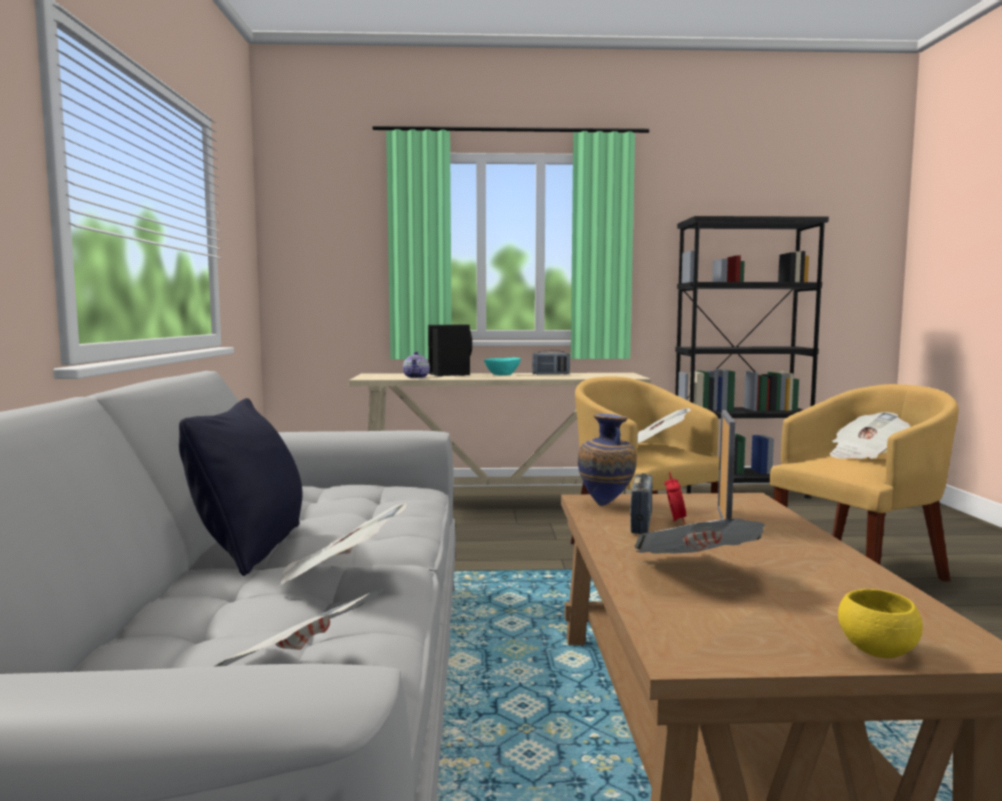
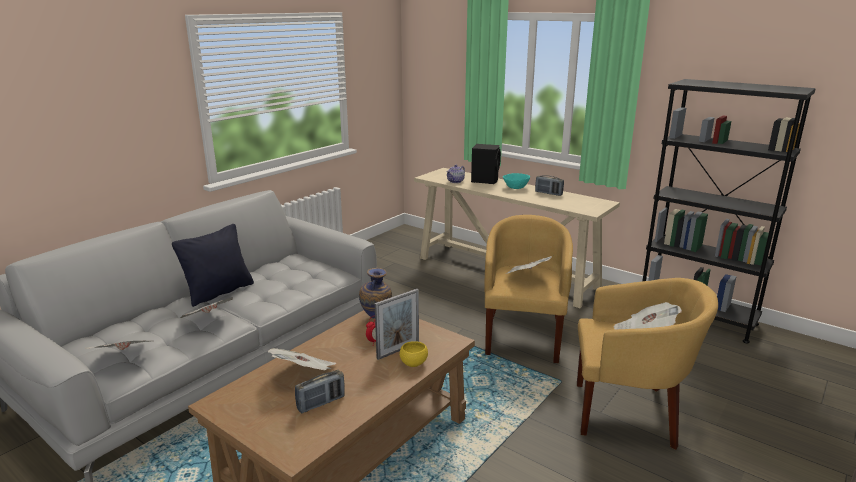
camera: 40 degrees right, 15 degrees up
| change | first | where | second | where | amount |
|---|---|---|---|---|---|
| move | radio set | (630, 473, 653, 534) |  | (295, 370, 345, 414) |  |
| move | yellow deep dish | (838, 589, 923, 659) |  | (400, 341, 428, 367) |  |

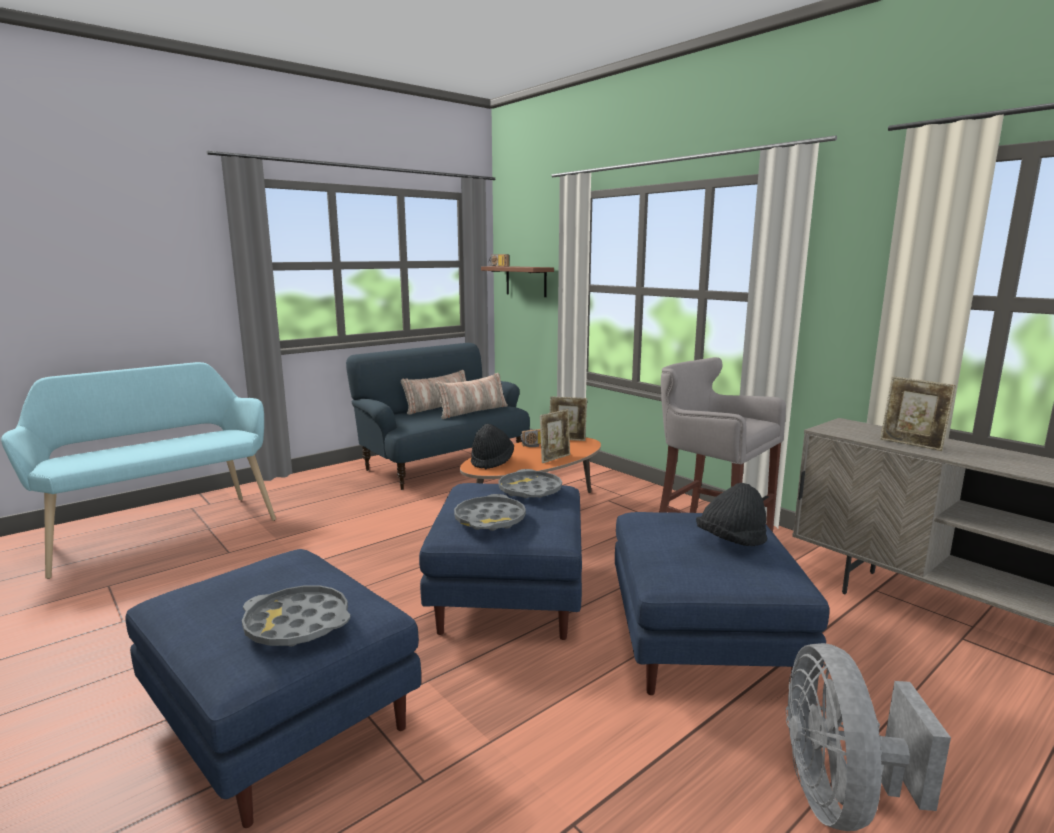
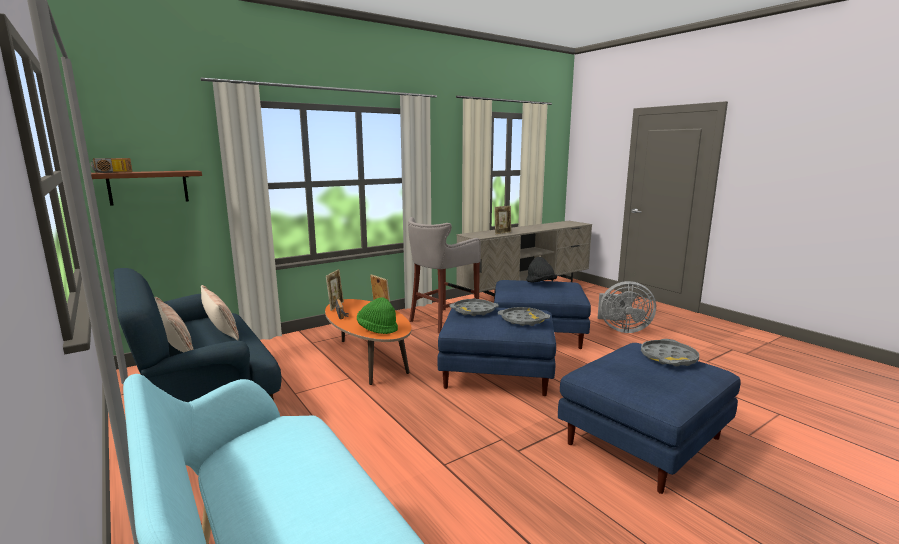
camera: 85 degrees left, 0 degrees up
| change | first | where | second | where | amount |
|---|---|---|---|---|---|
| recolor | black-coloured wearable hat | (471, 424, 514, 469) | green-coloured wearable hat | (357, 297, 398, 334) |  |

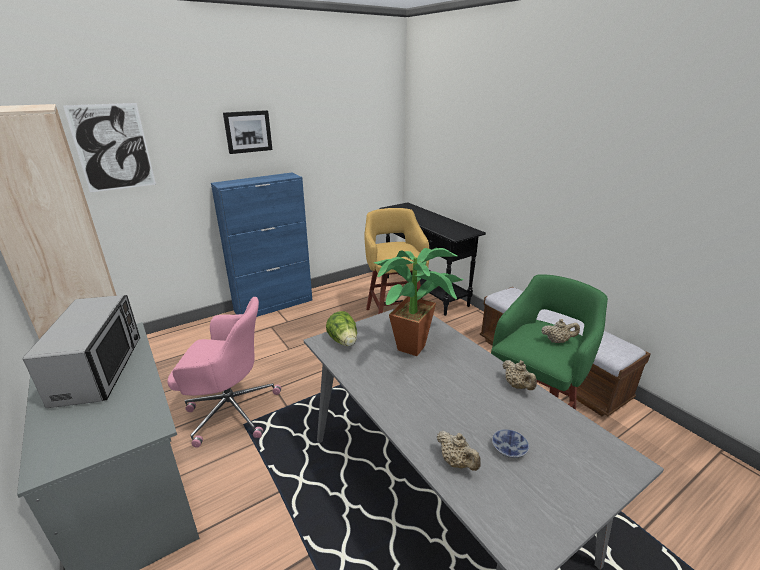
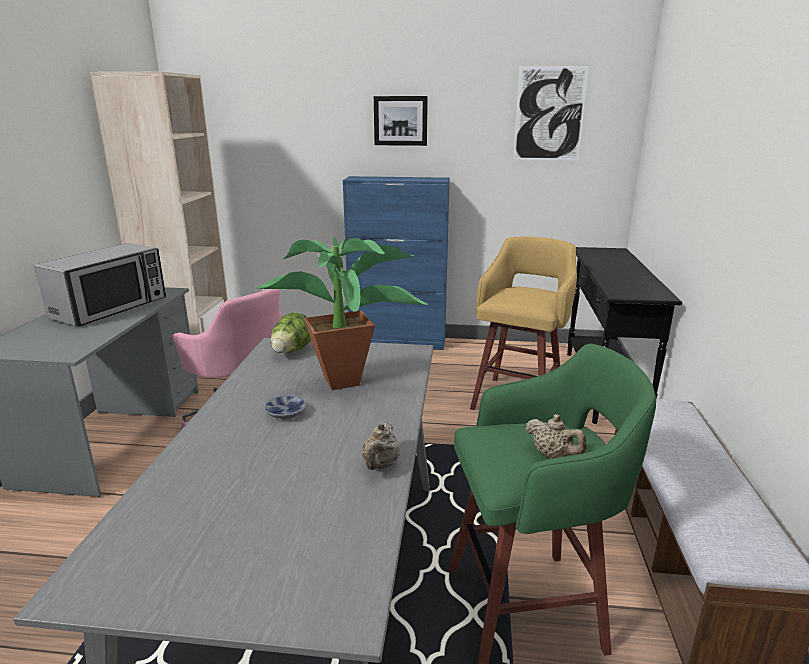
camera: 40 degrees right, 5 degrees down
| change | first | where | second | where | amount |
|---|---|---|---|---|---|
| move | picture | (63, 103, 156, 193) |  | (513, 66, 589, 160) |  |
| delete | sand-coloured pot for tea | (437, 430, 481, 471) |  |  |  |
| move | deep dish | (492, 429, 529, 458) |  | (264, 395, 306, 420) |  |

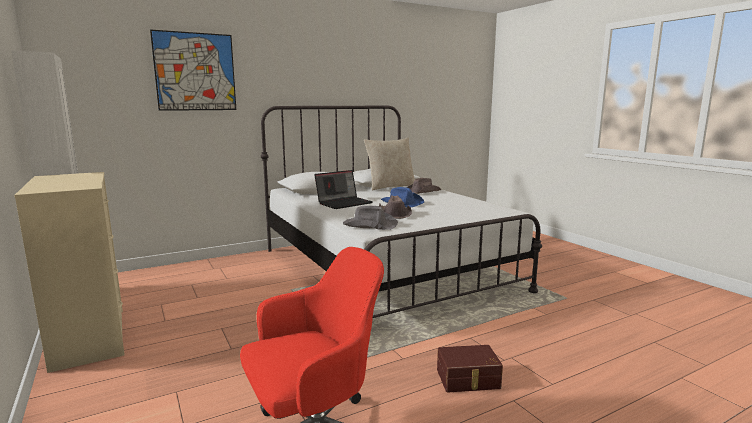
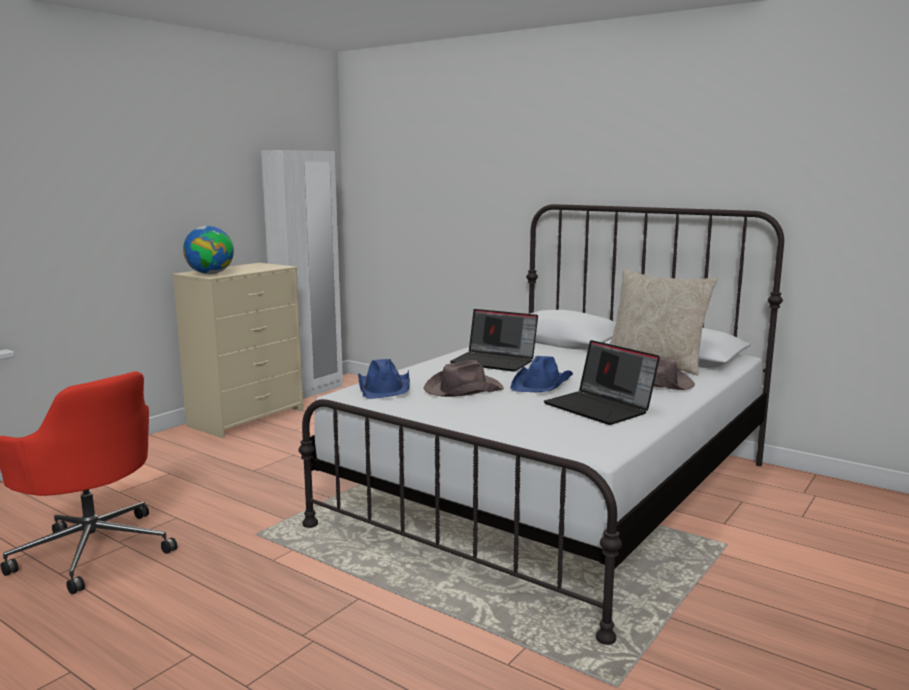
camera: 65 degrees right, 0 degrees up
| change | first | where | second | where | amount |
|---|---|---|---|---|---|
| delete | picture | (150, 30, 236, 111) |  |  |  |
| recolor | greyish wearable hat | (343, 206, 398, 230) | blue-coloured wearable hat | (358, 359, 410, 399) |  |
| delete | brown storage container | (437, 345, 503, 392) |  |  |  |
| insert |  |  | desk globe | (183, 226, 234, 274) |  |
| insert |  |  | notebook computer | (544, 340, 660, 425) |  |

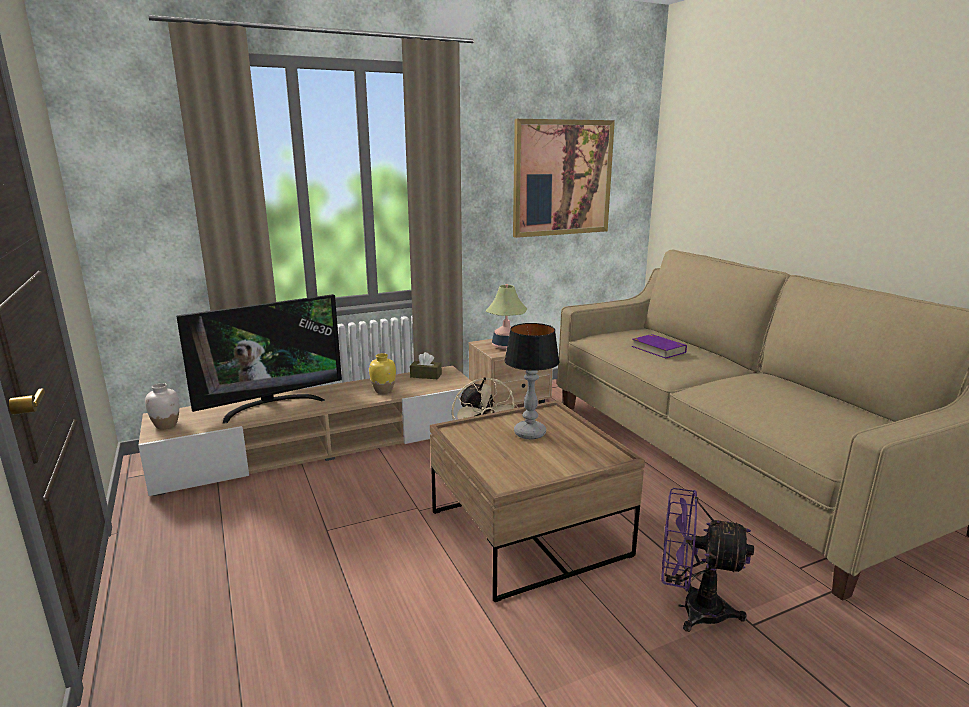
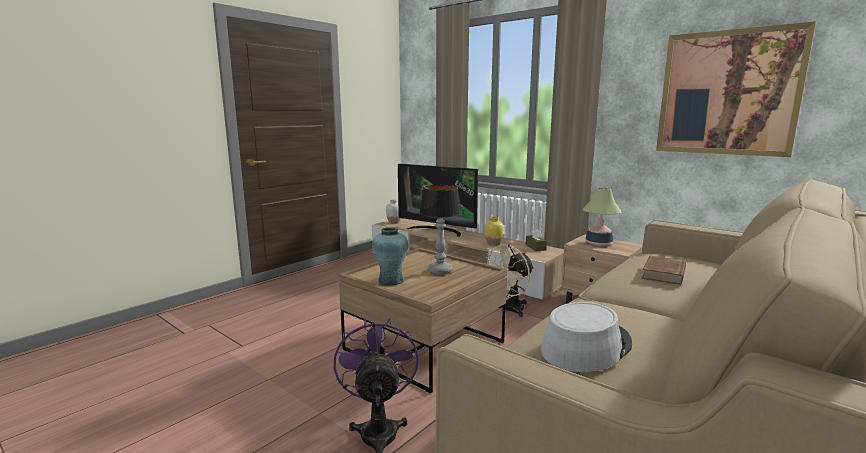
camera: 65 degrees right, 5 degrees down
| change | first | where | second | where | amount |
|---|---|---|---|---|---|
| recolor | purple-coloured volume | (631, 334, 687, 358) | brown volume | (642, 256, 686, 285) |  |
| insert |  |  | turquoise-coloured decorative vase | (372, 227, 408, 286) |  |
| insert |  |  | greyish wearable hat | (541, 302, 632, 372) |  |

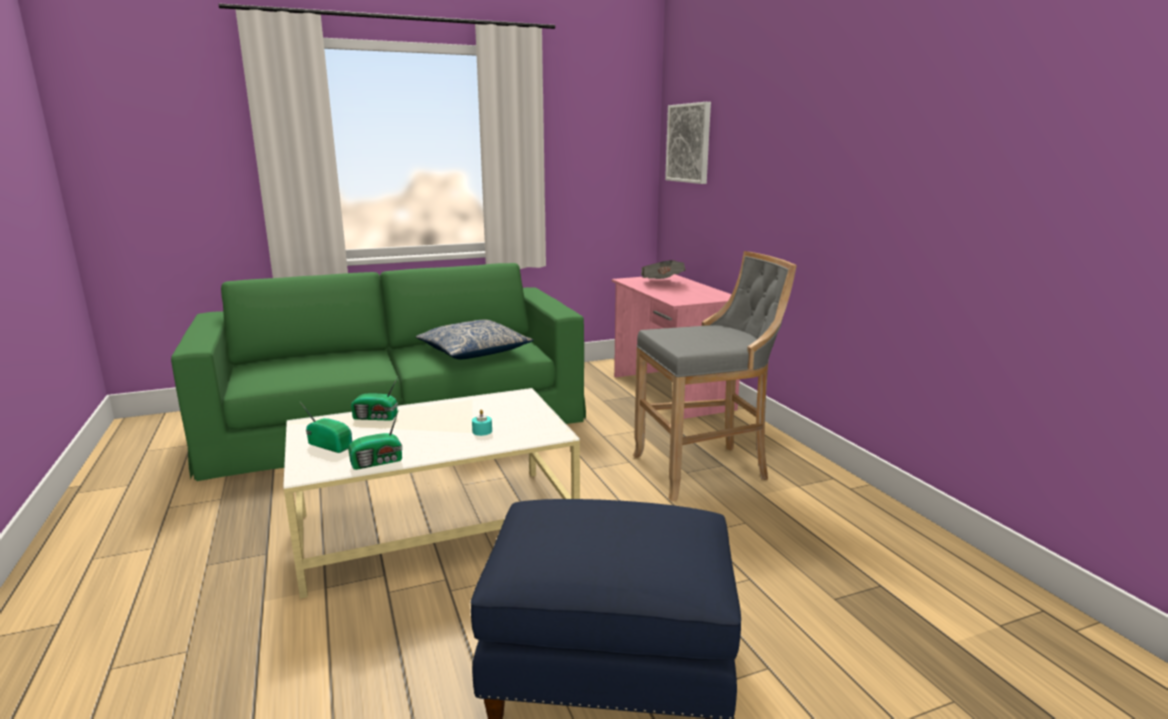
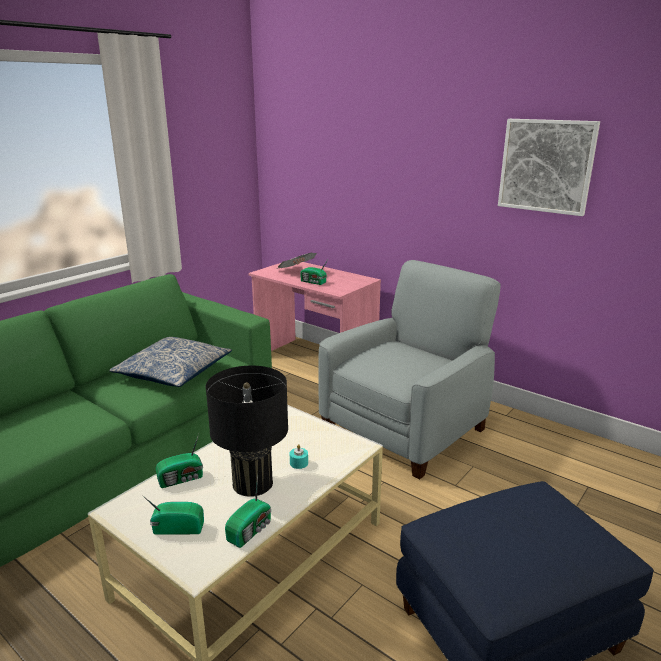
camera: 30 degrees left, 5 degrees up
| change | first | where | second | where | amount |
|---|---|---|---|---|---|
| replace | greyish stool | (633, 251, 797, 501) | greyish armchair | (318, 260, 501, 479) |  |
| move | picture | (665, 102, 711, 184) |  | (498, 119, 600, 216) |  |
| insert |  |  | black-coloured lamp for a table | (206, 366, 288, 497) |  |
| insert |  |  | radio set | (300, 261, 327, 285) |  |

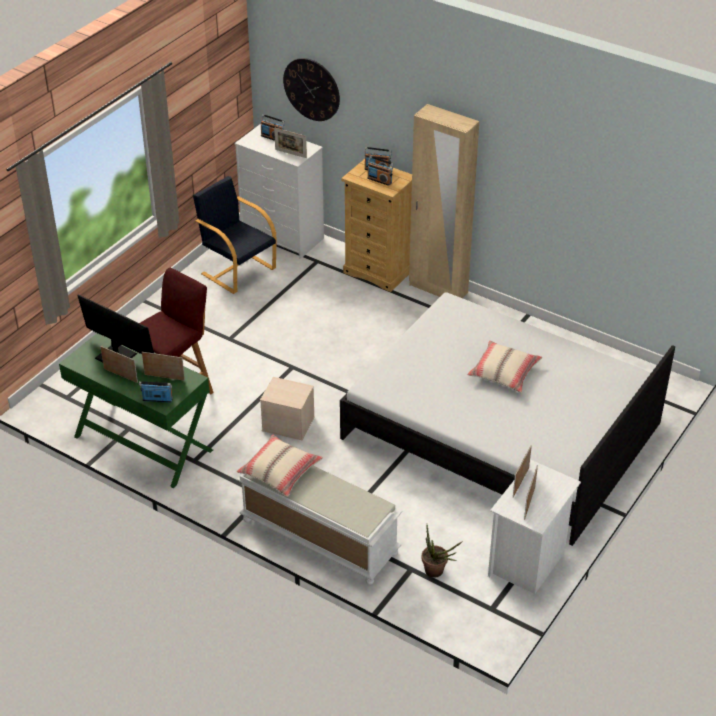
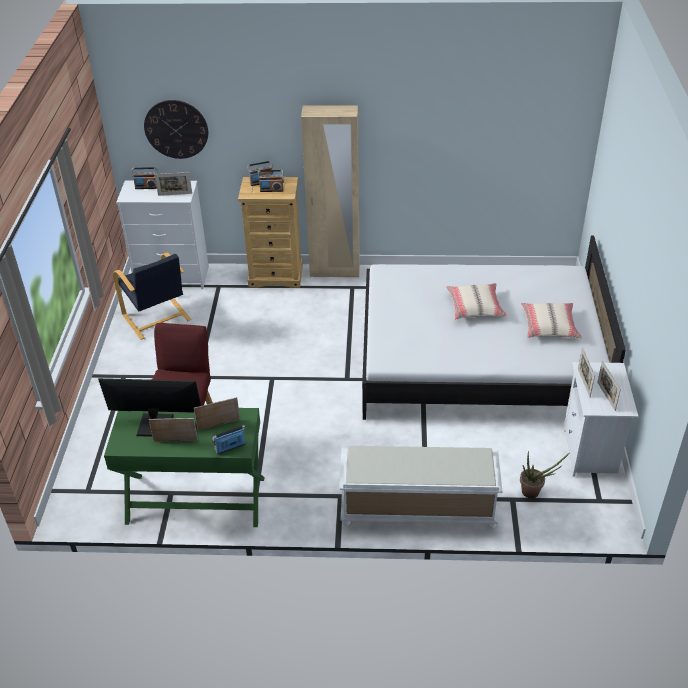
camera: 30 degrees left, 0 degrees up
| change | first | where | second | where | amount |
|---|---|---|---|---|---|
| rotate | black-coloured armchair | (193, 176, 276, 294) |  | (113, 253, 191, 340) | 135 degrees counterclockwise |
| move | sand-coloured cushion | (237, 435, 323, 497) |  | (521, 303, 582, 338) |  |
| delete | sand-coloured storage container | (260, 377, 315, 441) |  |  |  |

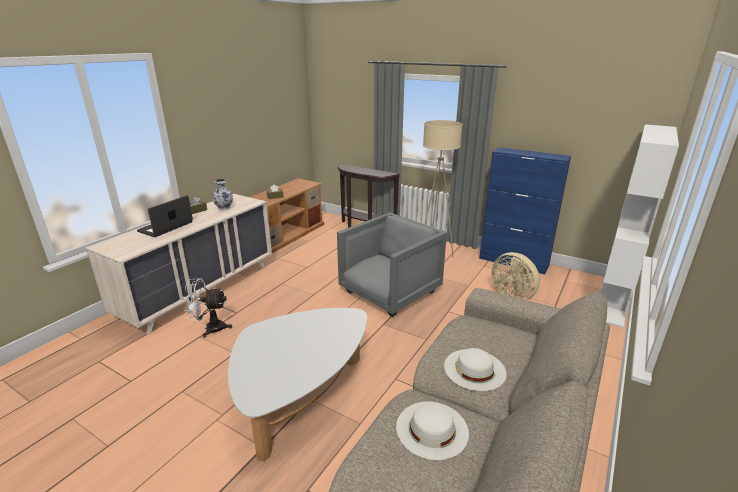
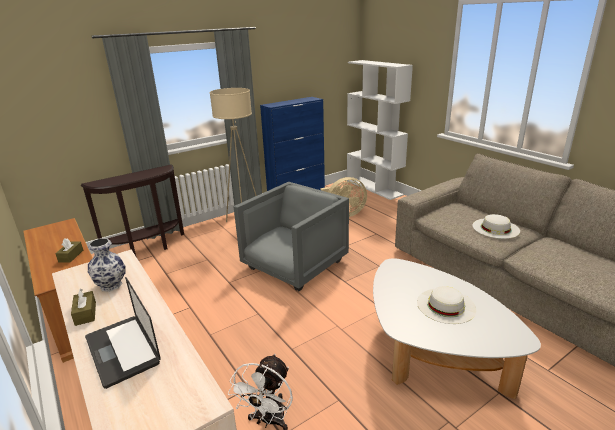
camera: 65 degrees left, 0 degrees up
| change | first | where | second | where | amount |
|---|---|---|---|---|---|
| rotate | greyish armchair | (337, 212, 447, 317) |  | (234, 182, 349, 291) | 60 degrees clockwise |
| move | white-coloured wearable hat | (396, 402, 469, 460) |  | (417, 286, 476, 324) |  |

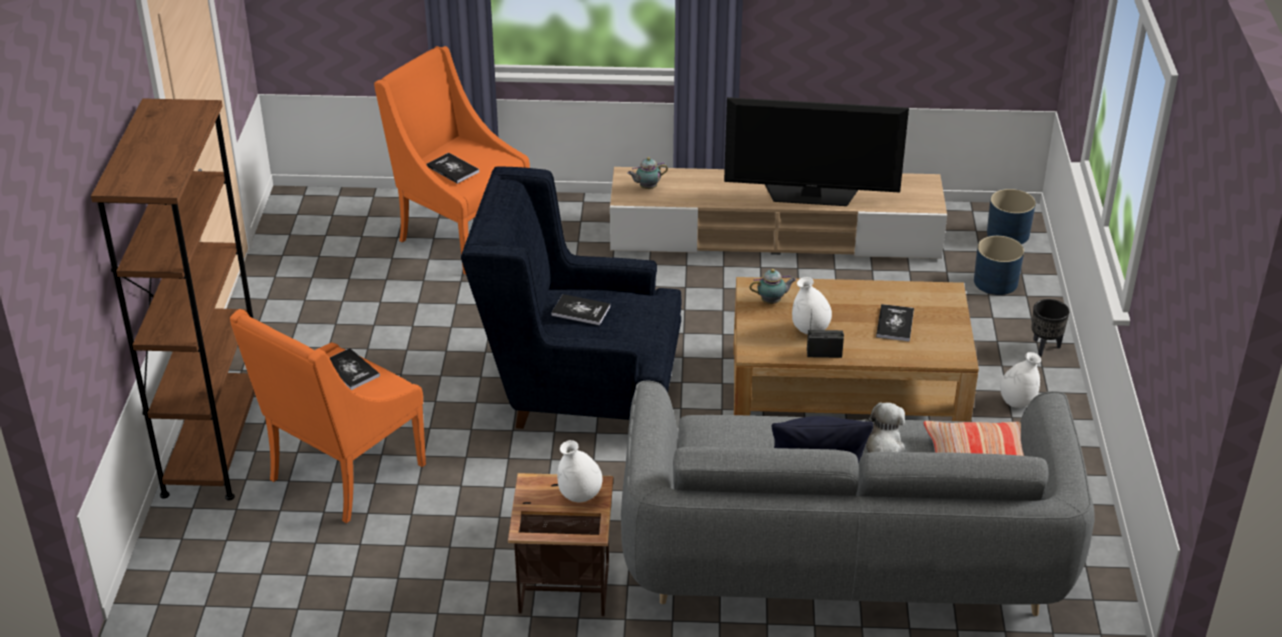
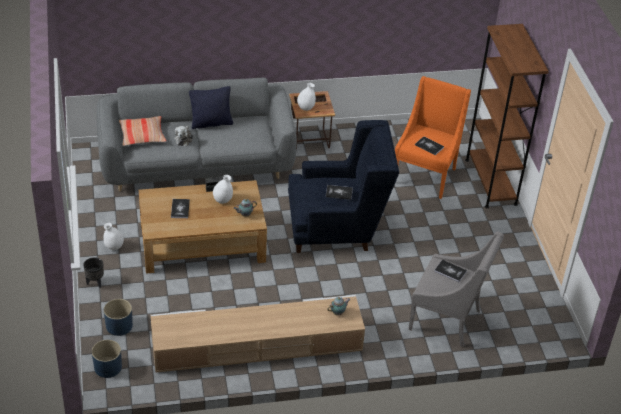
camera: 165 degrees right, 5 degrees up
| change | first | where | second | where | amount |
|---|---|---|---|---|---|
| recolor | orange armchair | (374, 46, 530, 274) | greyish armchair | (409, 231, 504, 347) |  |
| delete | TV set | (724, 97, 909, 206) |  |  |  |

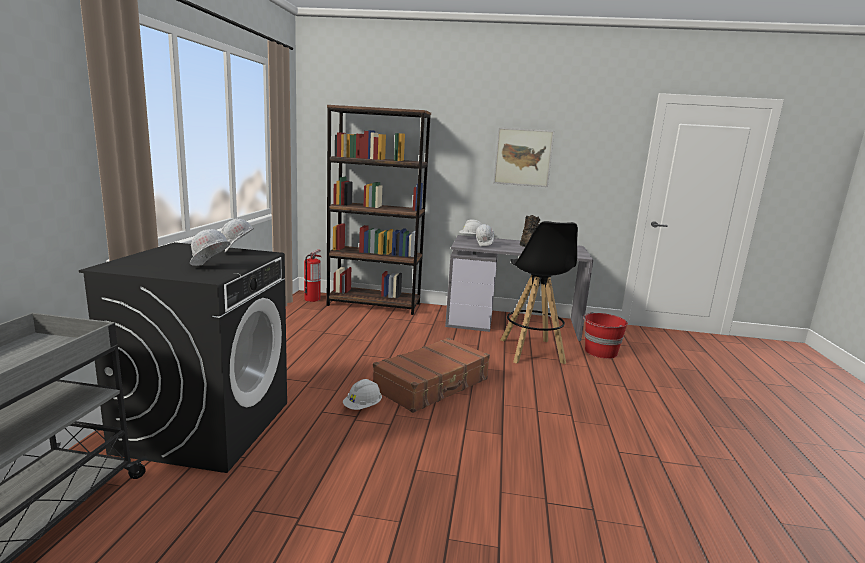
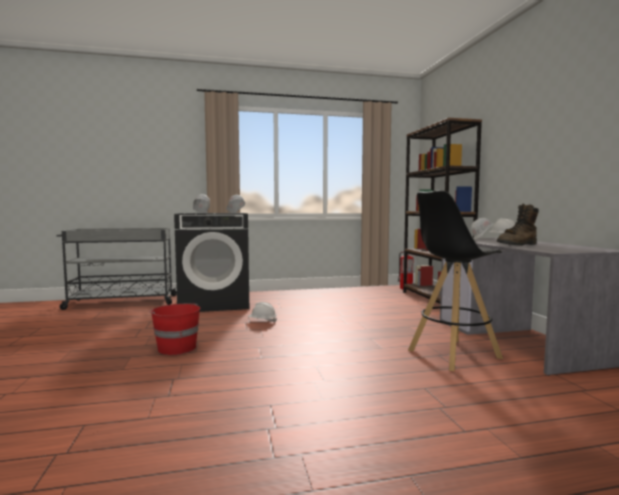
camera: 70 degrees right, 10 degrees down
| change | first | where | second | where | amount |
|---|---|---|---|---|---|
| delete | brown suitcase | (373, 338, 490, 413) |  |  |  |
| delete | picture | (493, 127, 554, 187) |  |  |  |
| move | red water bucket | (583, 312, 628, 359) |  | (149, 303, 200, 355) |  |

